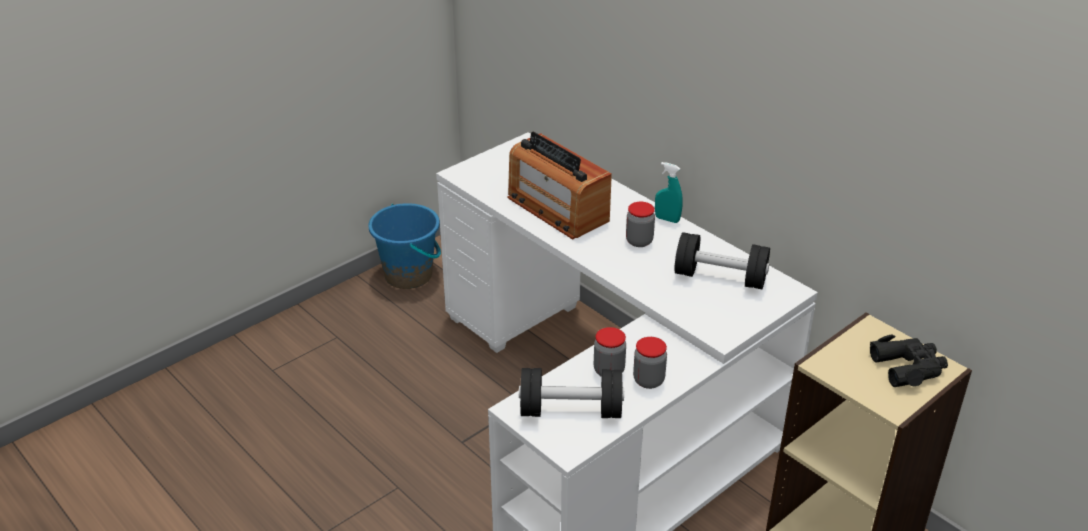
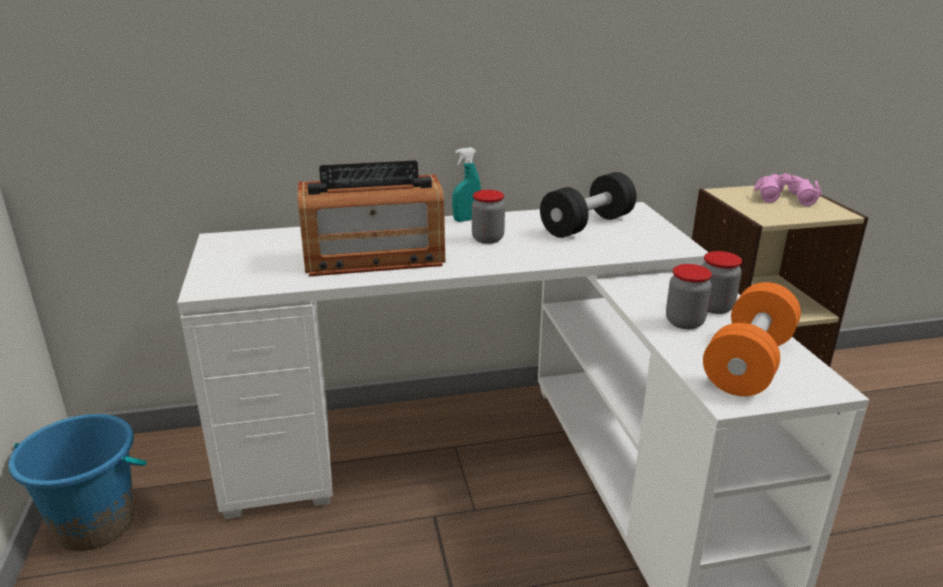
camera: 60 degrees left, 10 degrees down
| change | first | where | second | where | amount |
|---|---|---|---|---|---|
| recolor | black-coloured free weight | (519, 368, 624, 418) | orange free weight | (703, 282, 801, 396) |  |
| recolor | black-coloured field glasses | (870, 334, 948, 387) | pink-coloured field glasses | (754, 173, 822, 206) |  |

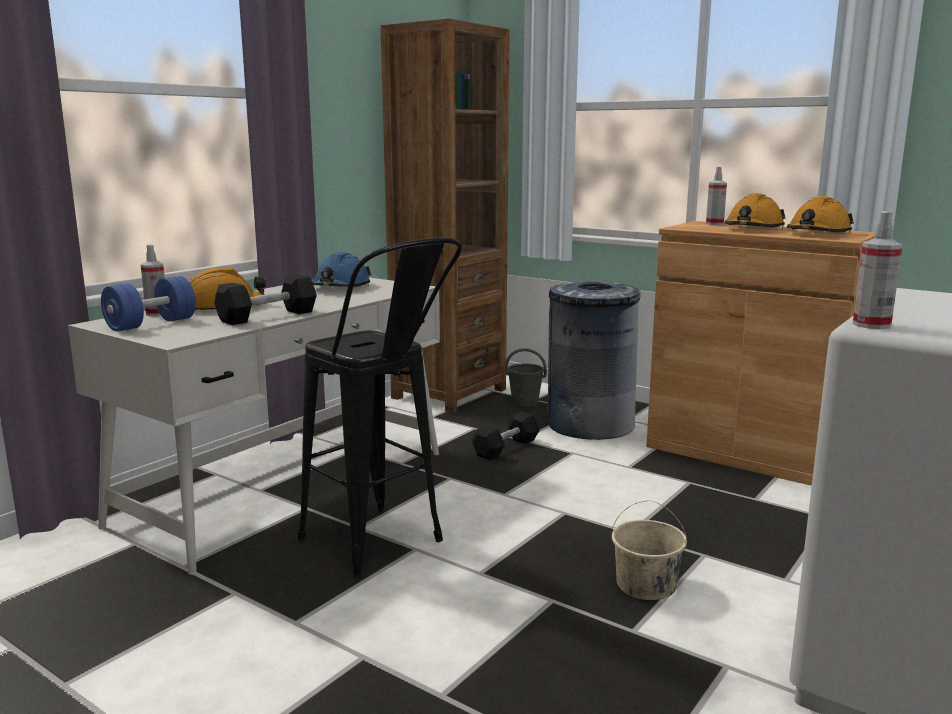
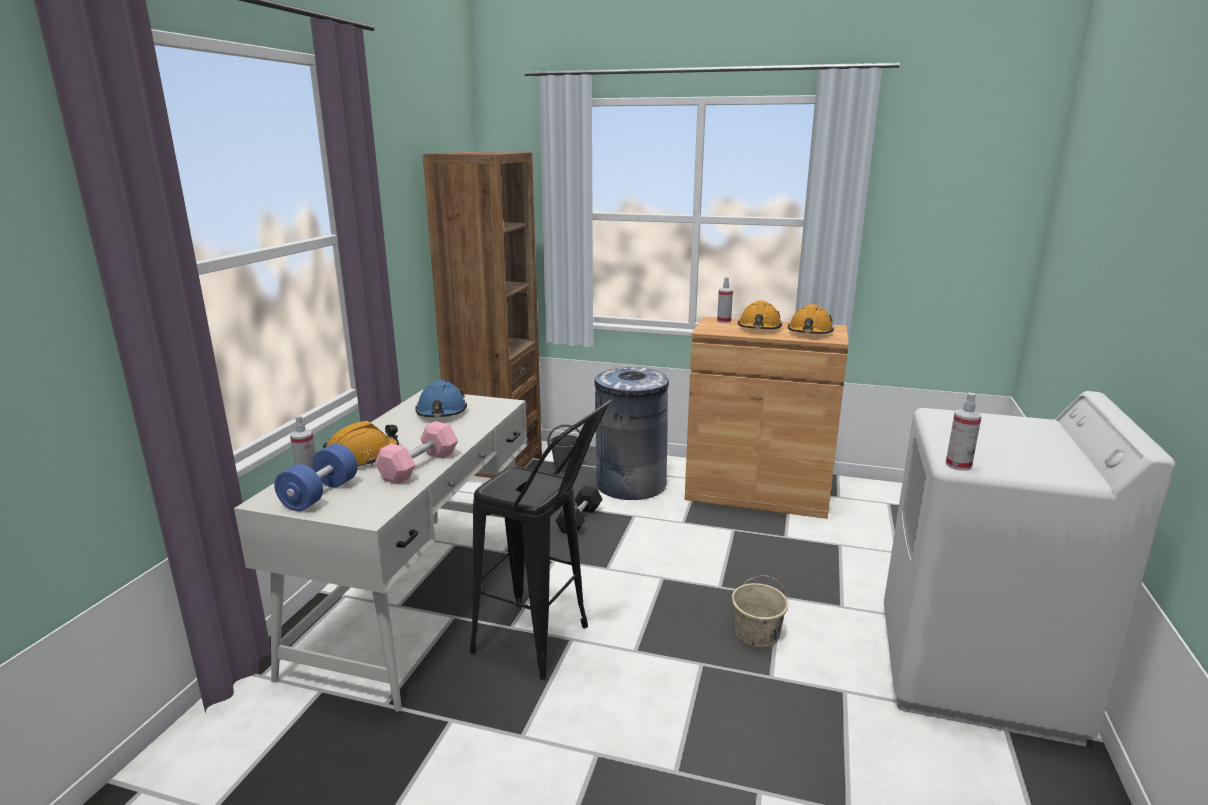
camera: 20 degrees left, 5 degrees up
| change | first | where | second | where | amount |
|---|---|---|---|---|---|
| recolor | black-coloured free weight | (214, 274, 317, 325) | pink-coloured free weight | (375, 421, 458, 484) |  |

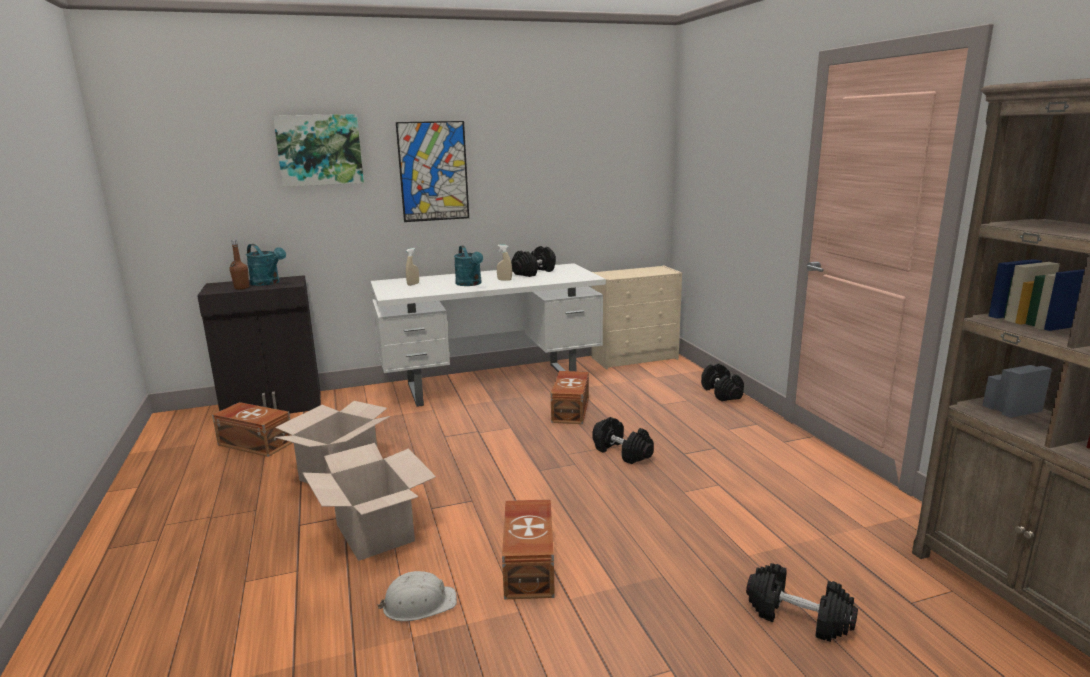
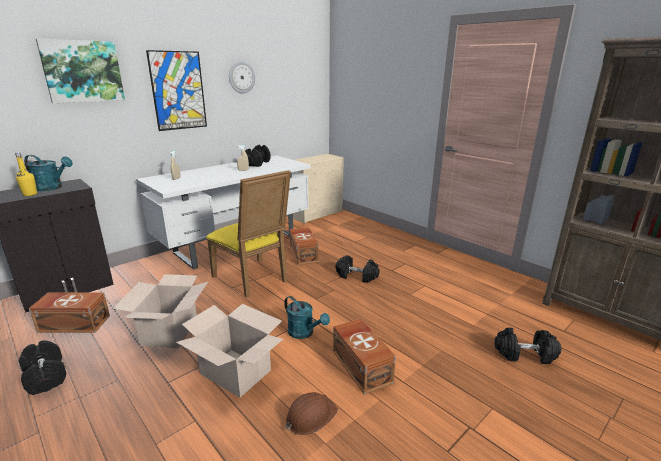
camera: 25 degrees left, 5 degrees up
| change | first | where | second | where | amount |
|---|---|---|---|---|---|
| recolor | brown beverage bottle | (230, 240, 249, 289) | yellow beverage bottle | (15, 152, 37, 196) |  |
| recolor | white-coloured work helmet | (377, 571, 457, 621) | brown work helmet | (285, 392, 338, 435) |  |
| move | turquoise-coloured sprinkling can | (454, 245, 483, 286) |  | (284, 296, 330, 339) |  |
| move | black-coloured free weight | (701, 364, 744, 401) |  | (19, 340, 66, 395) |  |
| insert |  |  | yellow chair | (206, 170, 291, 298) |  |
| insert |  |  | hanging clock | (229, 61, 255, 93) |  |

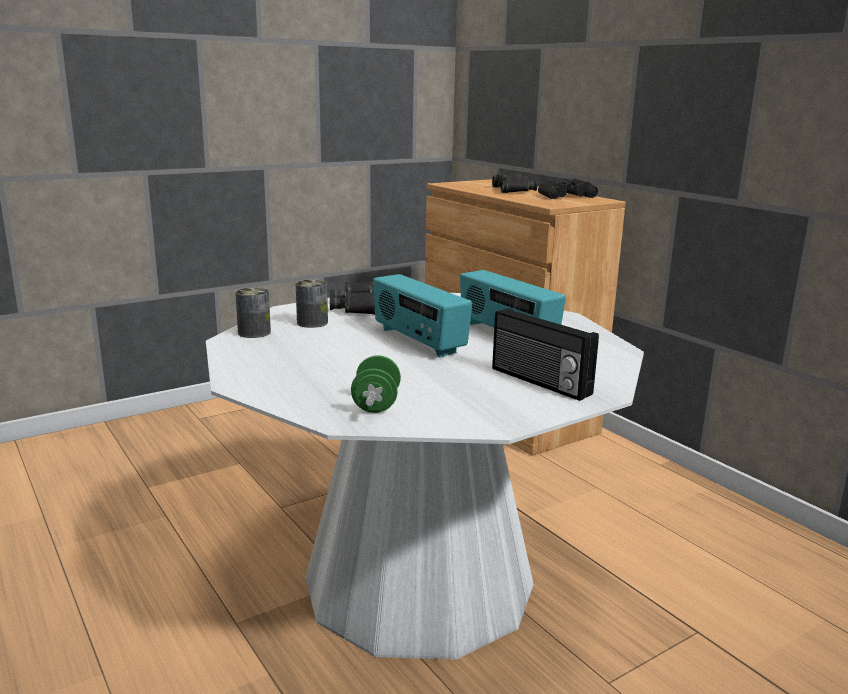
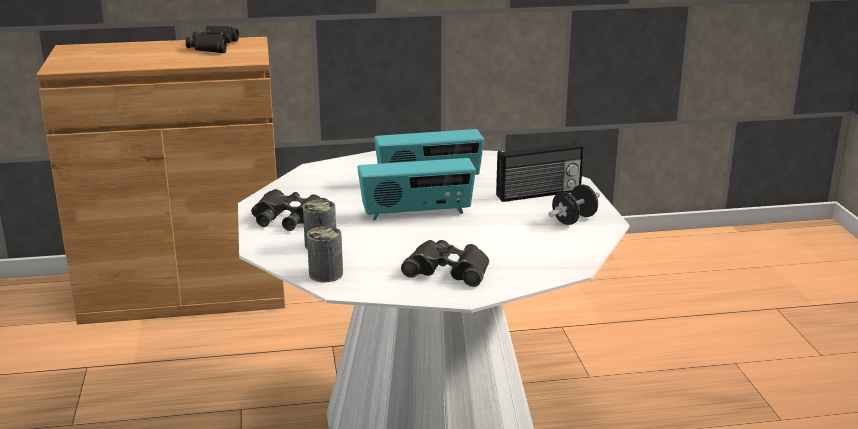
camera: 65 degrees left, 5 degrees up
| change | first | where | second | where | amount |
|---|---|---|---|---|---|
| delete | green-coloured free weight | (351, 355, 401, 413) |  |  |  |
| move | black-coloured field glasses | (492, 173, 537, 193) |  | (401, 240, 489, 287) |  |
| insert |  |  | black-coloured free weight | (548, 184, 600, 225) |  |

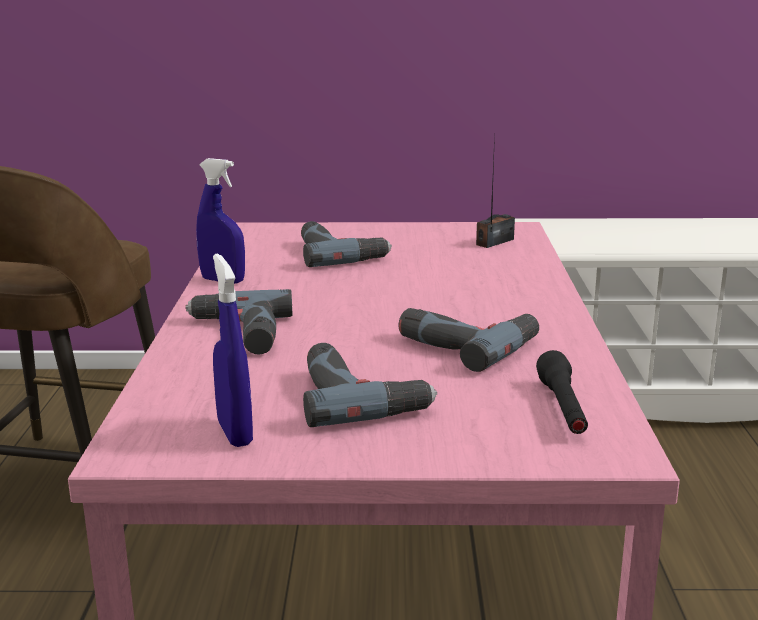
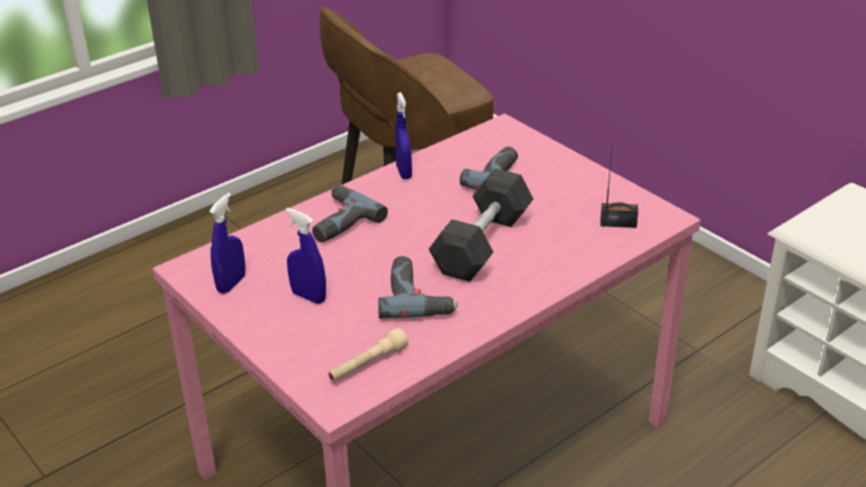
camera: 50 degrees right, 15 degrees up
| change | first | where | second | where | amount |
|---|---|---|---|---|---|
| replace | electric drill | (303, 343, 437, 427) | blue-coloured spray bottle | (286, 208, 326, 304) |  |
| recolor | black-coloured torch | (536, 350, 588, 434) | sand-coloured torch | (328, 328, 408, 382) |  |
| insert |  |  | black-coloured free weight | (429, 168, 533, 282) |  |

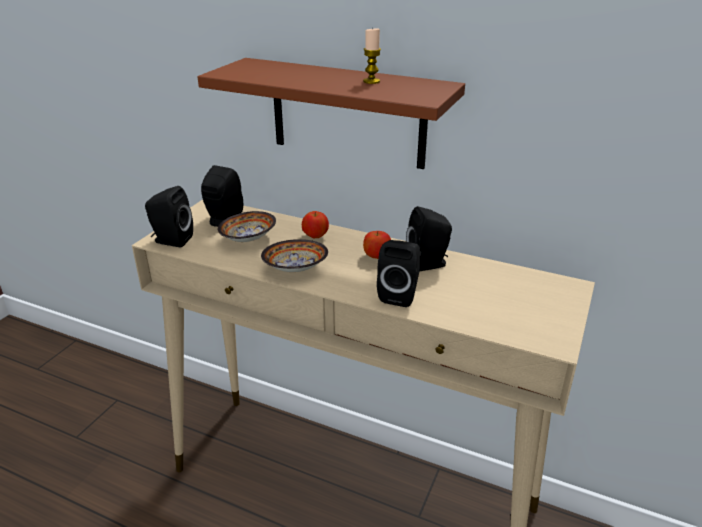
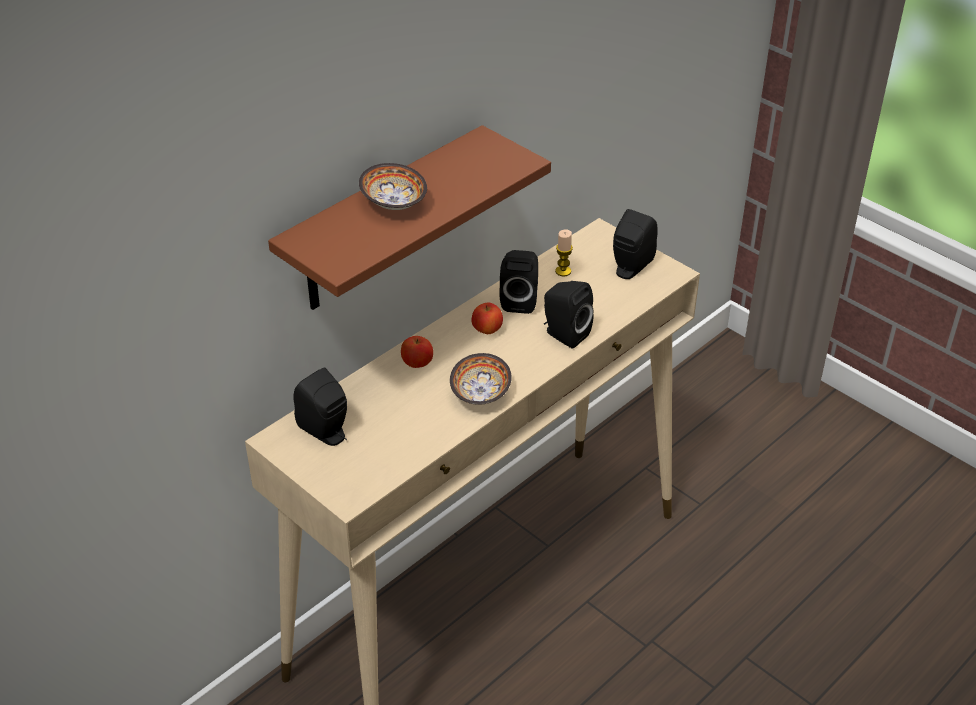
camera: 70 degrees left, 10 degrees up
| change | first | where | second | where | amount |
|---|---|---|---|---|---|
| move | black-coloured audio speaker | (145, 186, 193, 247) |  | (613, 209, 658, 279) |  |
| move | deep dish | (218, 211, 276, 242) |  | (359, 163, 427, 210) |  |
| move | wax candle | (363, 28, 381, 84) |  | (555, 229, 573, 277) |  |

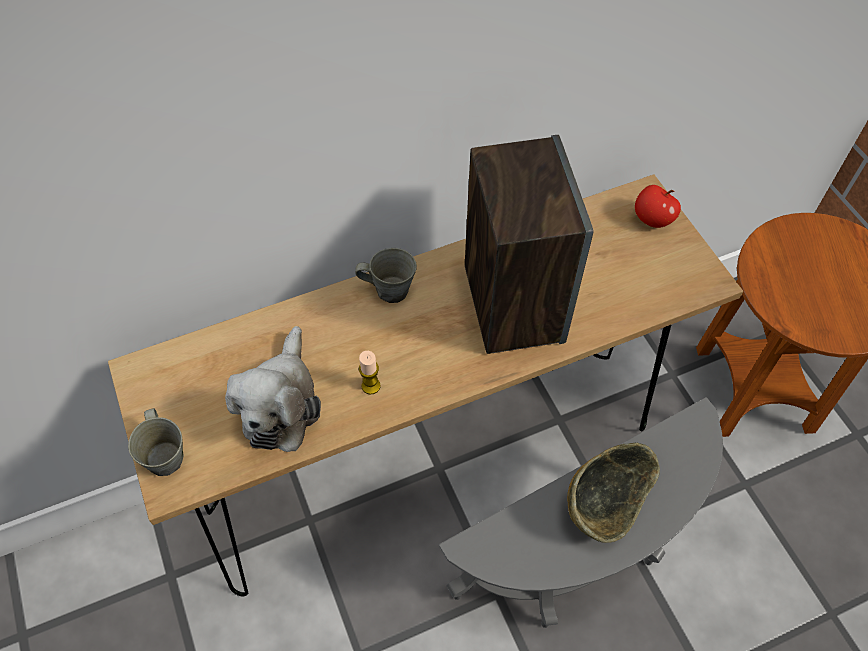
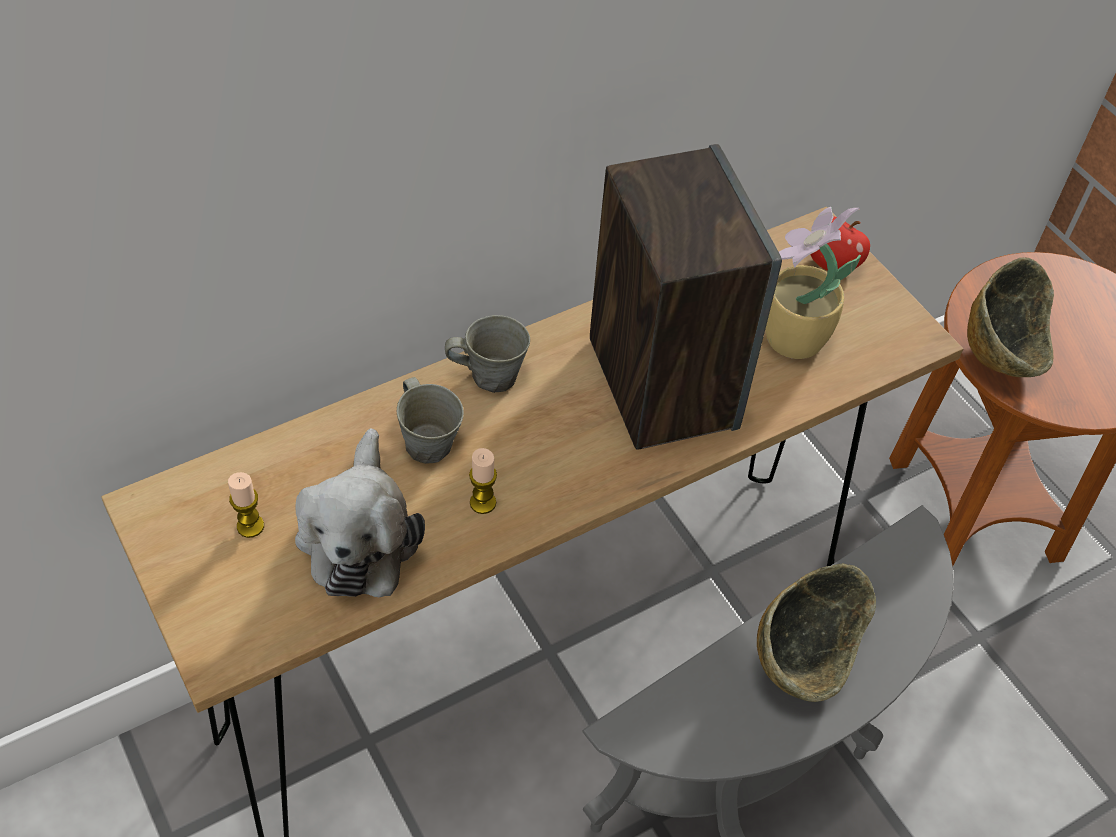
camera: 10 degrees left, 5 degrees down
| change | first | where | second | where | amount |
|---|---|---|---|---|---|
| move | greyish mug | (128, 408, 184, 476) |  | (397, 377, 464, 464) |  |
| insert |  |  | wax candle | (228, 472, 264, 538) |  |
| insert |  |  | potted plant | (765, 207, 861, 359) |  |
| insert |  |  | deep dish | (967, 257, 1054, 377) |  |

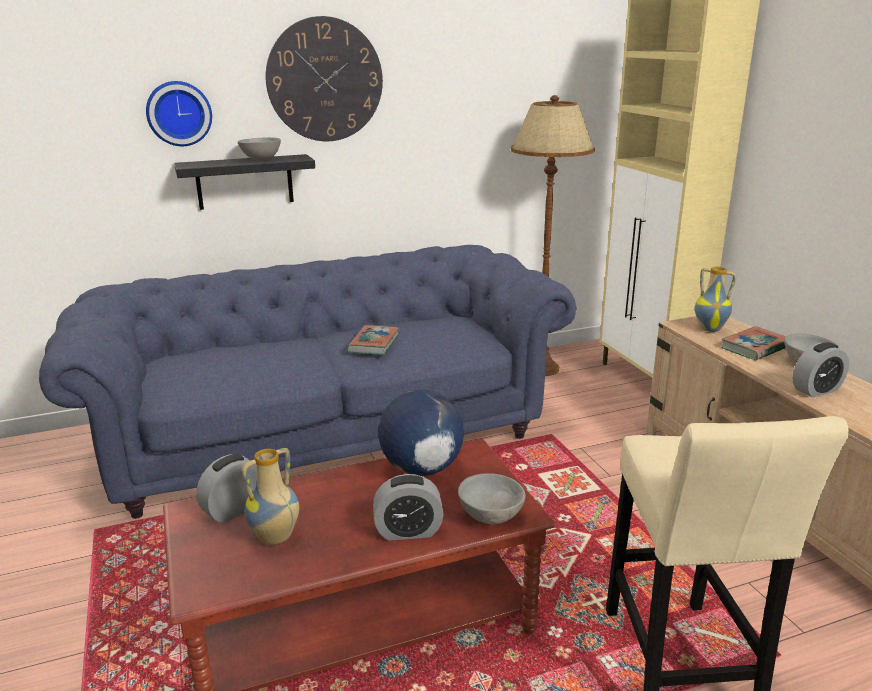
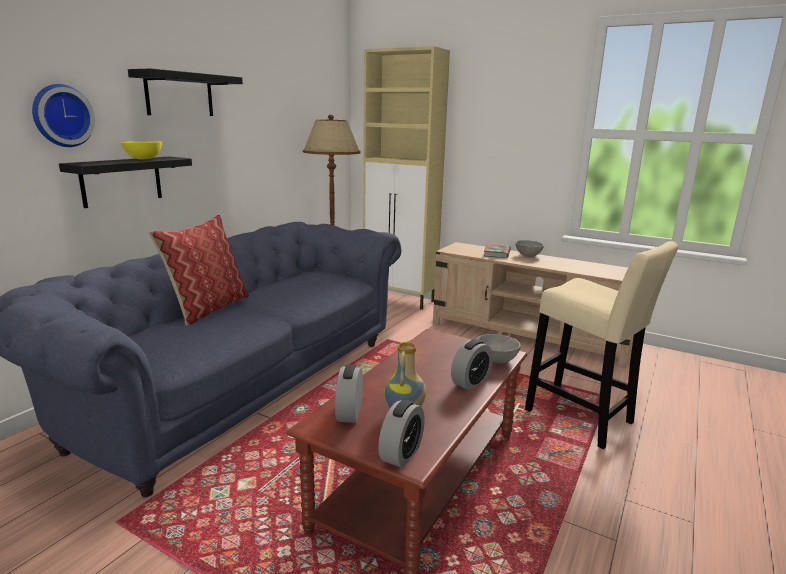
camera: 40 degrees left, 5 degrees down
| change | first | where | second | where | amount |
|---|---|---|---|---|---|
| recolor | greyish deep dish | (237, 137, 281, 160) | yellow deep dish | (121, 141, 162, 160) |  |
| replace | hanging clock | (266, 16, 383, 141) | black-coloured bracket shelf | (128, 68, 243, 116) |  |
| delete | volume | (347, 325, 400, 355) |  |  |  |
| delete | desk globe | (378, 389, 464, 476) |  |  |  |
| delete | decorative vase | (695, 267, 736, 332) |  |  |  |
| move | alarm clock | (792, 342, 849, 397) |  | (378, 400, 425, 468) |  |
| insert |  |  | cushion | (149, 214, 249, 326) |  |

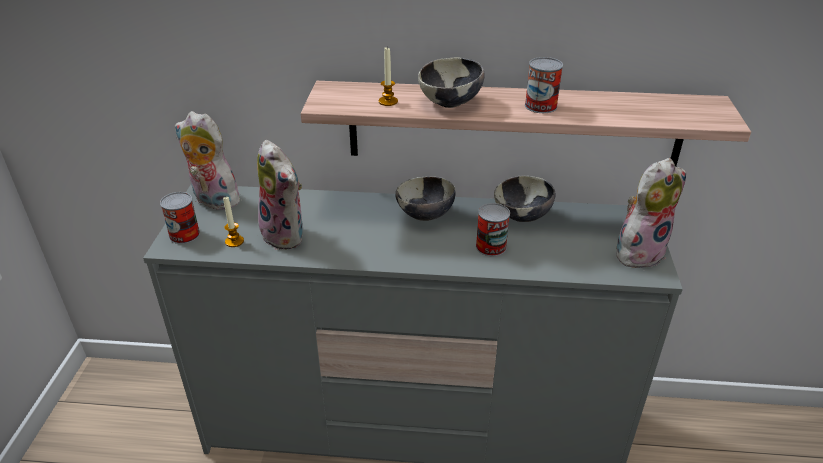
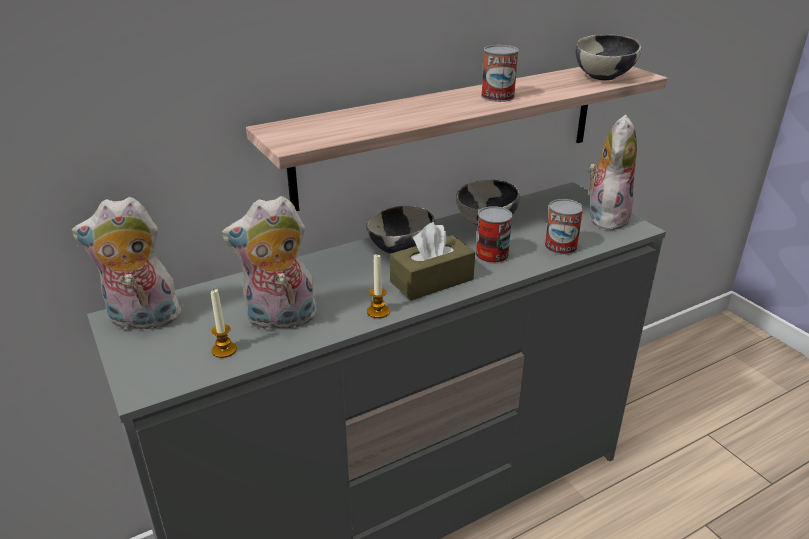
camera: 35 degrees left, 5 degrees down
| change | first | where | second | where | amount |
|---|---|---|---|---|---|
| move | sealed can | (160, 192, 200, 244) |  | (544, 199, 584, 255) |  |
| rotate | soft toy | (257, 140, 303, 250) |  | (221, 196, 317, 330) | 150 degrees clockwise |
| move | wax candle | (379, 48, 398, 106) |  | (367, 254, 390, 319) |  |
| move | deep dish | (418, 57, 485, 108) |  | (576, 34, 641, 80) |  |
| insert |  |  | brown tissue holder | (390, 222, 475, 301) |  |

